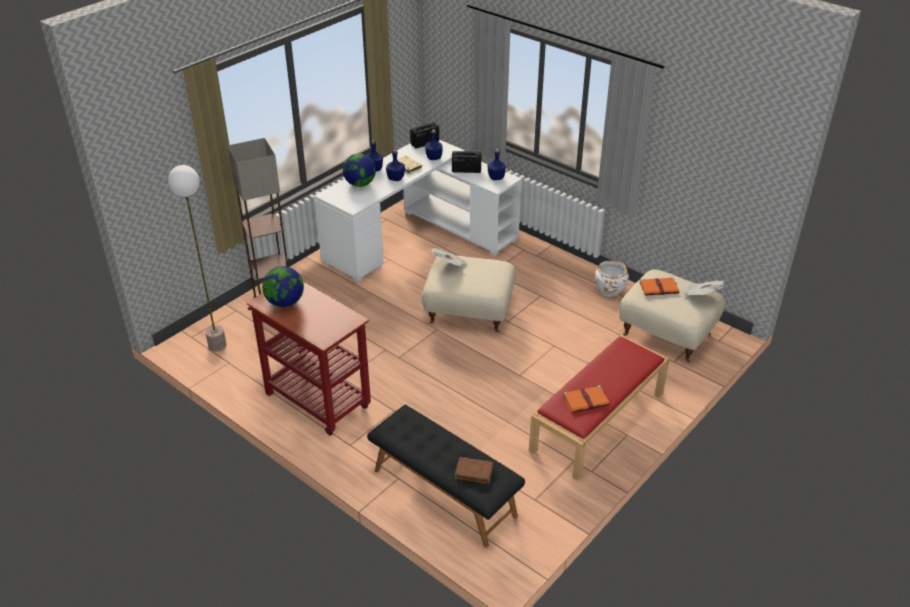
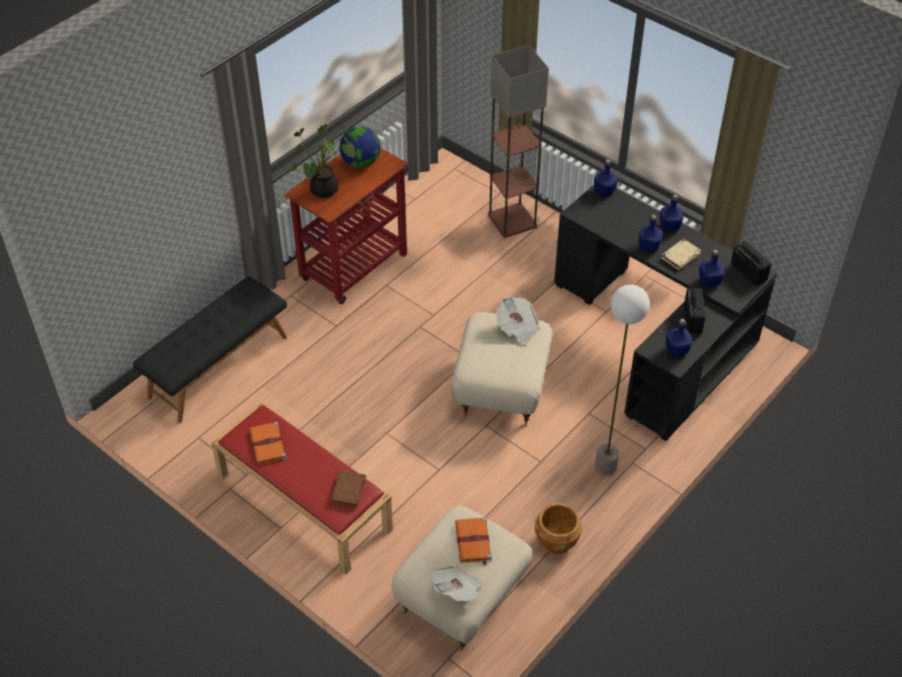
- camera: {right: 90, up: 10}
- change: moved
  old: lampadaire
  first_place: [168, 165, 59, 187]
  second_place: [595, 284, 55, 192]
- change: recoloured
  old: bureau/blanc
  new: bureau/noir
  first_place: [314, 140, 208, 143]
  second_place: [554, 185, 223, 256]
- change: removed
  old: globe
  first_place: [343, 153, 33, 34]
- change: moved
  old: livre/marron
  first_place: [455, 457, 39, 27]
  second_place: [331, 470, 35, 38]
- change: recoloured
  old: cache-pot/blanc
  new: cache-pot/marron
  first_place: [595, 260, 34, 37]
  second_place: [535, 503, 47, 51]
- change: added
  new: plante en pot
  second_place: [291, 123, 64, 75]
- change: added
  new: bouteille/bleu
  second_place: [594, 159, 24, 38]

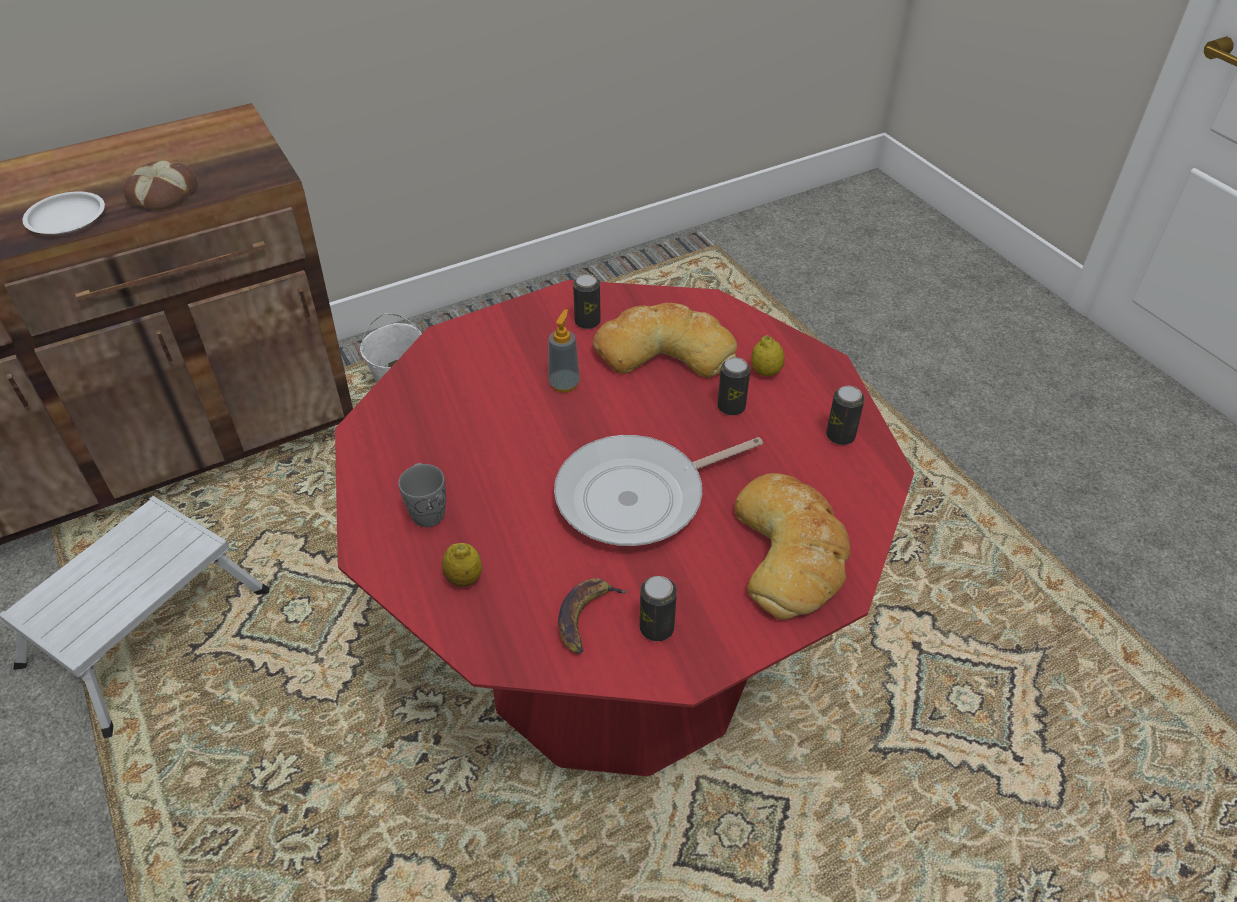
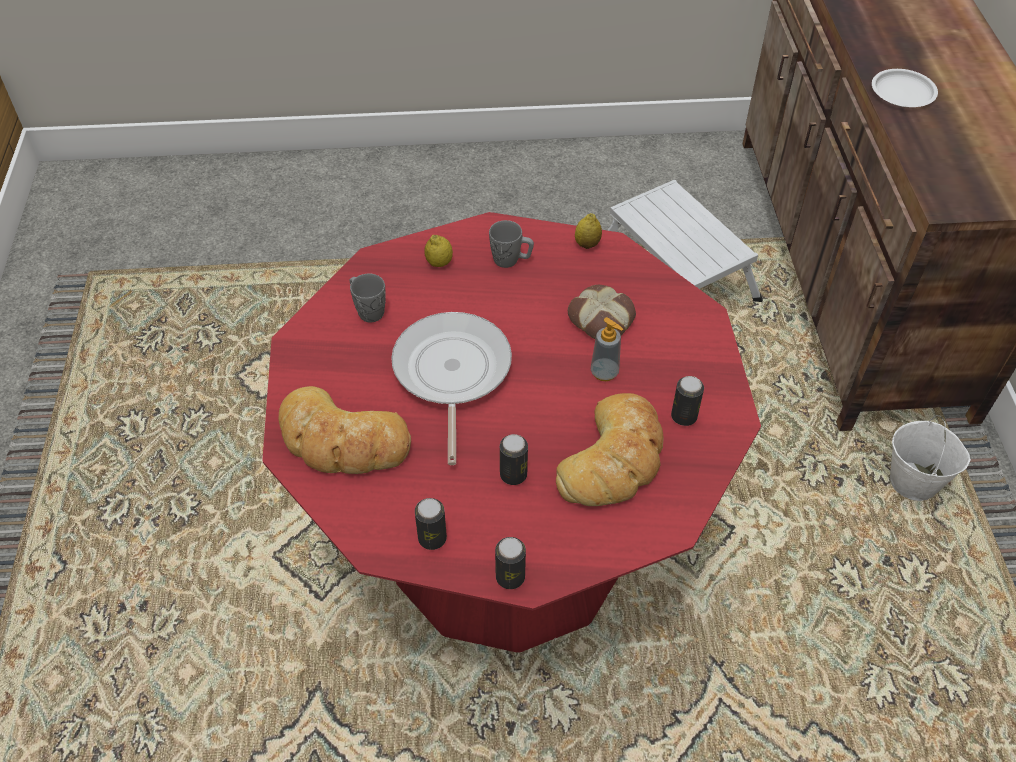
- camera: {right: 115, up: 5}
- change: moved
  old: pain
  first_place: [123, 160, 74, 50]
  second_place: [568, 285, 68, 54]
- change: replaced
  old: banane
  new: mug/gris
  first_place: [558, 578, 71, 76]
  second_place: [349, 274, 37, 49]
- change: moved
  old: boîte métallique
  first_place: [640, 576, 37, 65]
  second_place: [495, 537, 31, 52]
- change: moved
  old: citron
  first_place: [751, 335, 34, 41]
  second_place: [575, 213, 27, 36]

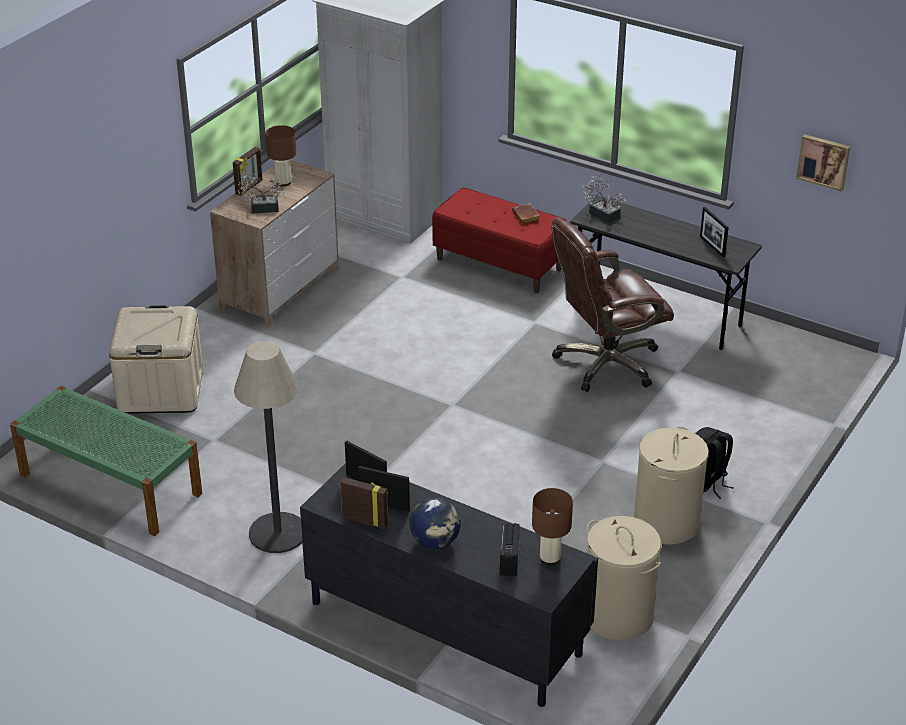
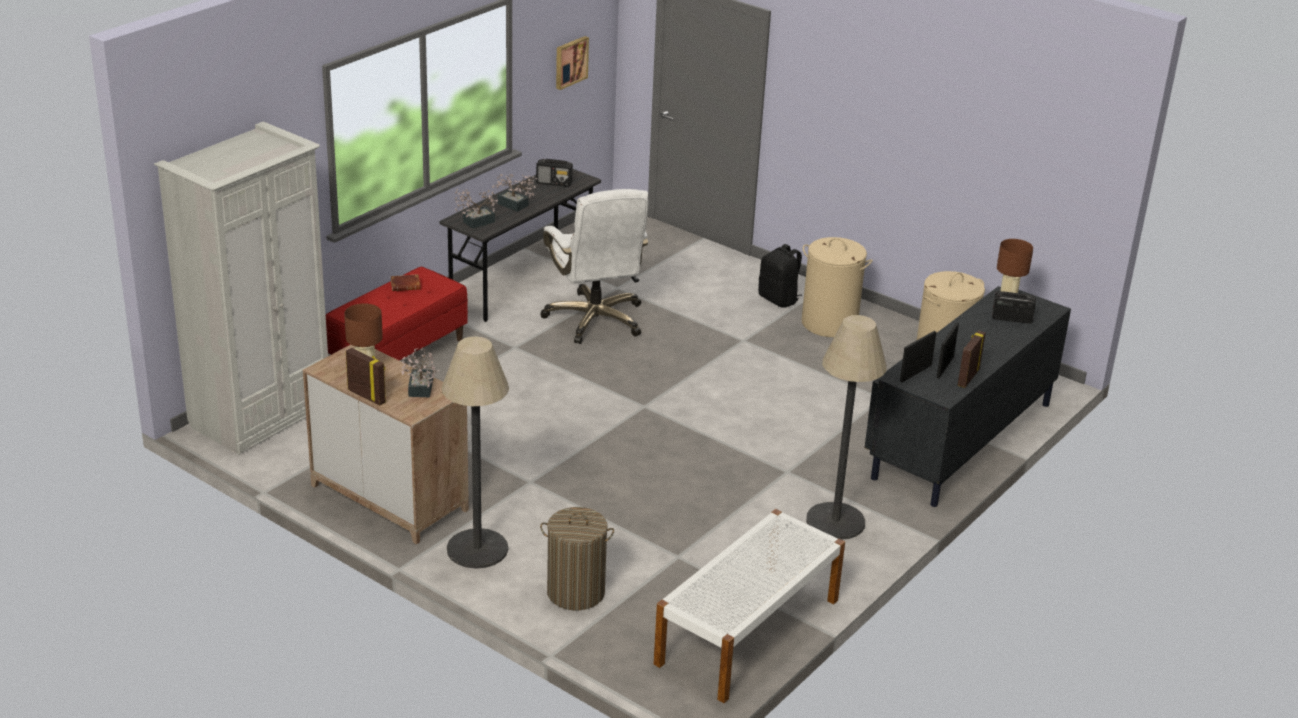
- camera: {right: -85, up: -5}
- change: recoloured
  old: banc/vert
  new: banc/blanc
  first_place: [10, 386, 192, 150]
  second_place: [653, 509, 192, 194]
- change: replaced
  old: boîte de rangement/beige
  new: panier à linge
  first_place: [109, 305, 94, 109]
  second_place: [540, 507, 74, 103]
- change: removed
  old: globe
  first_place: [409, 497, 52, 52]
- change: recoloured
  old: chaise de bureau/marron
  new: chaise de bureau/blanc
  first_place: [551, 217, 123, 175]
  second_place: [540, 189, 108, 155]
- change: replaced
  old: cadre photo
  new: radio
  first_place: [700, 207, 29, 50]
  second_place: [536, 159, 37, 28]
- change: added
  new: lampadaire
  second_place: [442, 336, 67, 233]
- change: added
  new: plante en pot
  second_place: [492, 174, 45, 38]

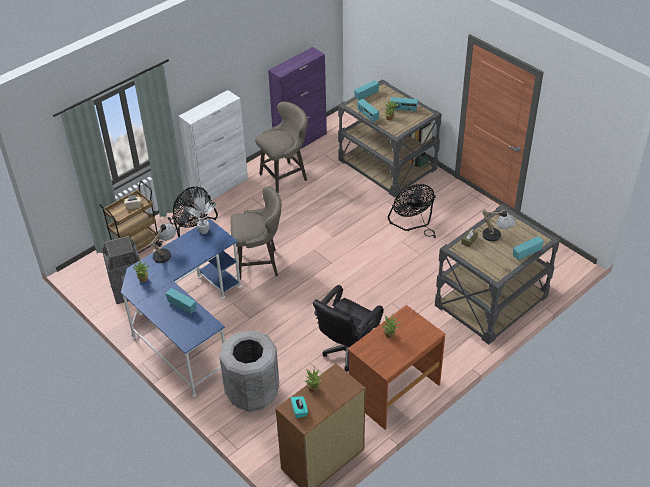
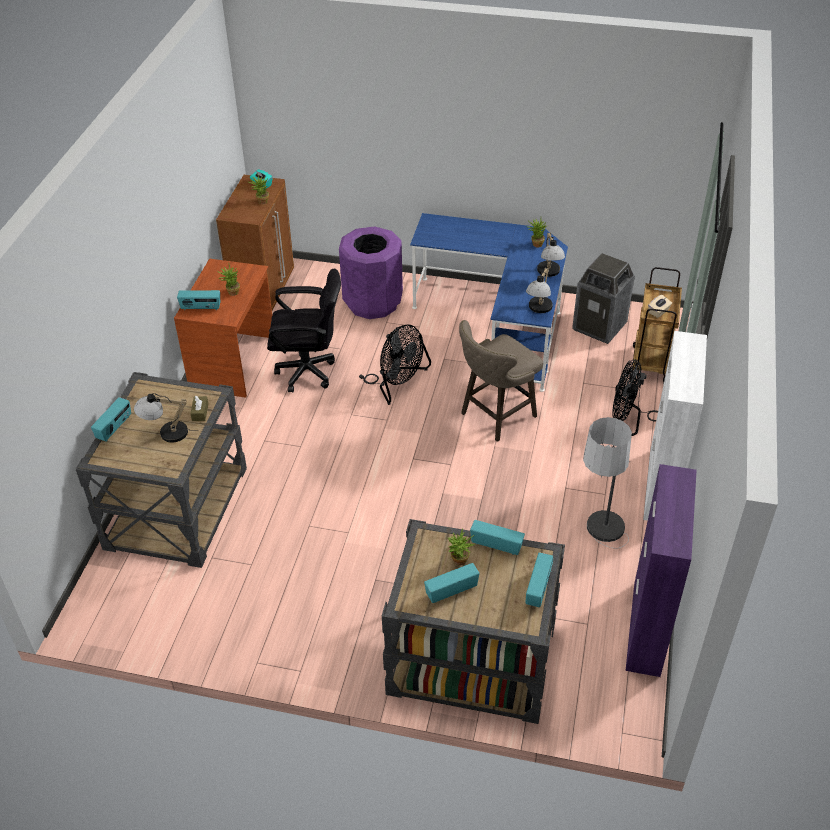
- camera: {right: 145, up: 0}
- change: moved
  old: radio
  first_place: [166, 288, 31, 26]
  second_place: [177, 290, 43, 20]
- change: replaced
  old: plante en pot
  new: lampe de table
  first_place: [183, 188, 33, 46]
  second_place: [526, 268, 27, 45]
- change: recoloured
  old: poubelle/gris
  new: poubelle/violet
  first_place: [219, 330, 60, 82]
  second_place: [339, 227, 64, 92]
- change: replaced
  old: tabouret/beige
  new: lampadaire
  first_place: [255, 101, 53, 92]
  second_place: [583, 417, 49, 132]
- change: turned
  old: chaise de bureau/noir
  first_place: [313, 285, 71, 87]
  second_place: [267, 269, 74, 124]
  degrees: 90
- change: moved
  old: ventilateur/noir
  first_place: [388, 184, 48, 54]
  second_place: [359, 324, 72, 81]

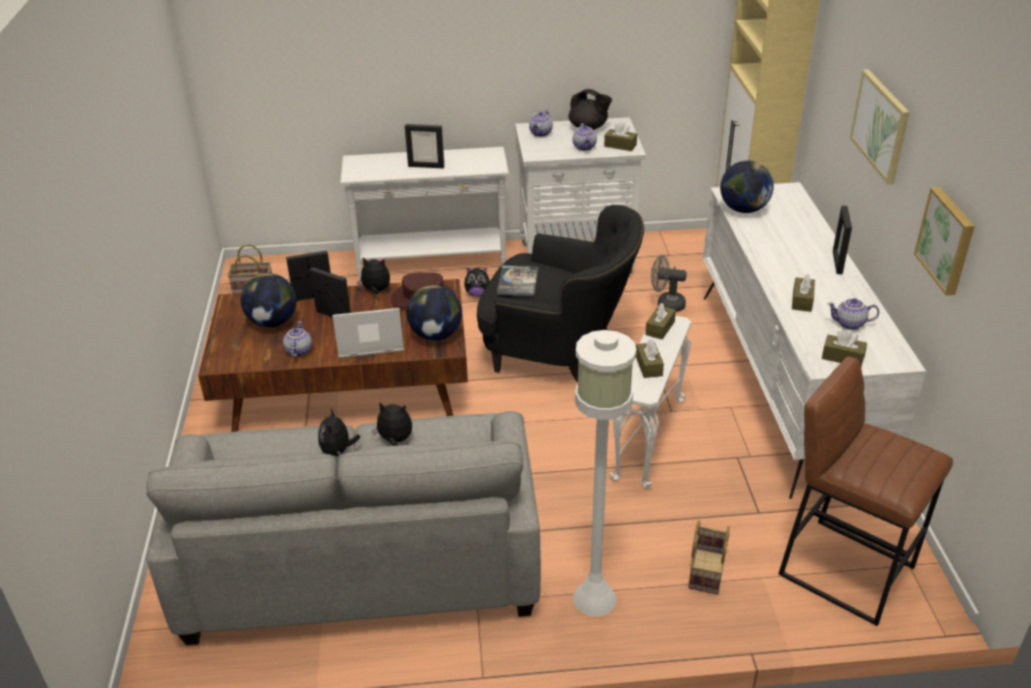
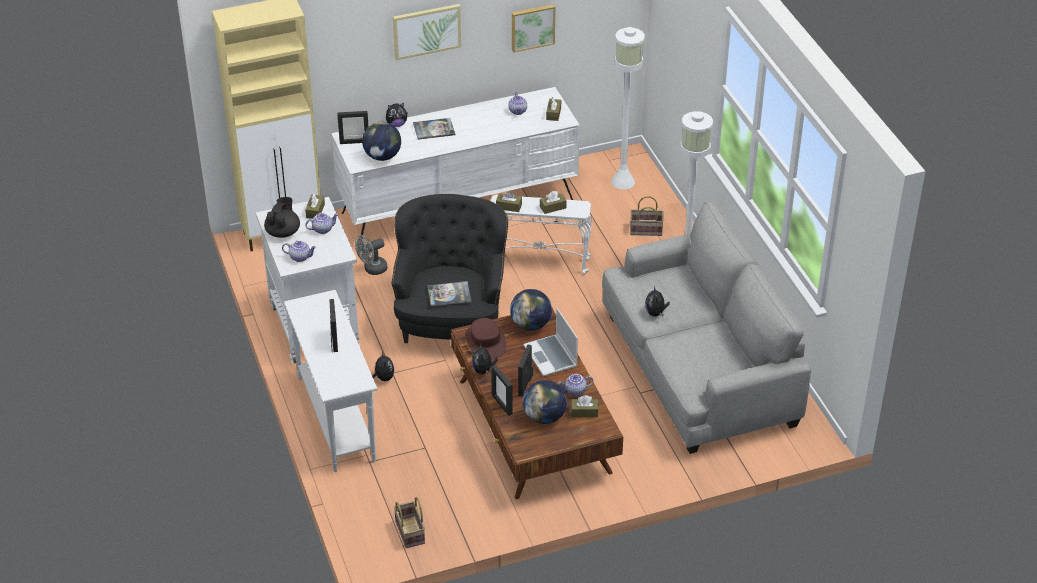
- camera: {right: -105, up: 5}
- change: moved
  old: peluche
  first_place: [318, 409, 42, 47]
  second_place: [386, 102, 22, 25]
- change: turned
  old: ventilateur/gris
  first_place: [651, 255, 36, 57]
  second_place: [355, 235, 33, 40]
  degrees: 60
- change: replaced
  old: tabouret/marron
  new: lampadaire/blanc
  first_place: [778, 356, 175, 270]
  second_place: [611, 27, 34, 163]
- change: moved
  old: boîte à mouchoirs/marron
  first_place: [792, 274, 23, 38]
  second_place: [571, 395, 27, 22]
- change: moved
  old: cadre photo
  first_place: [833, 206, 19, 68]
  second_place: [337, 111, 32, 33]
- change: added
  new: livre
  second_place: [413, 118, 42, 22]

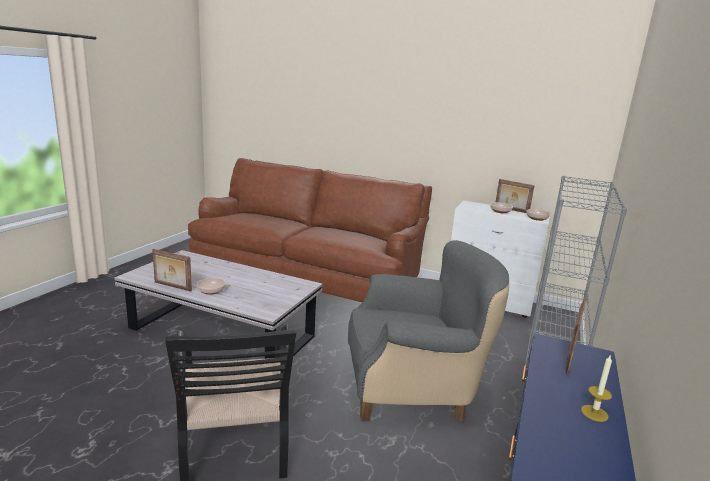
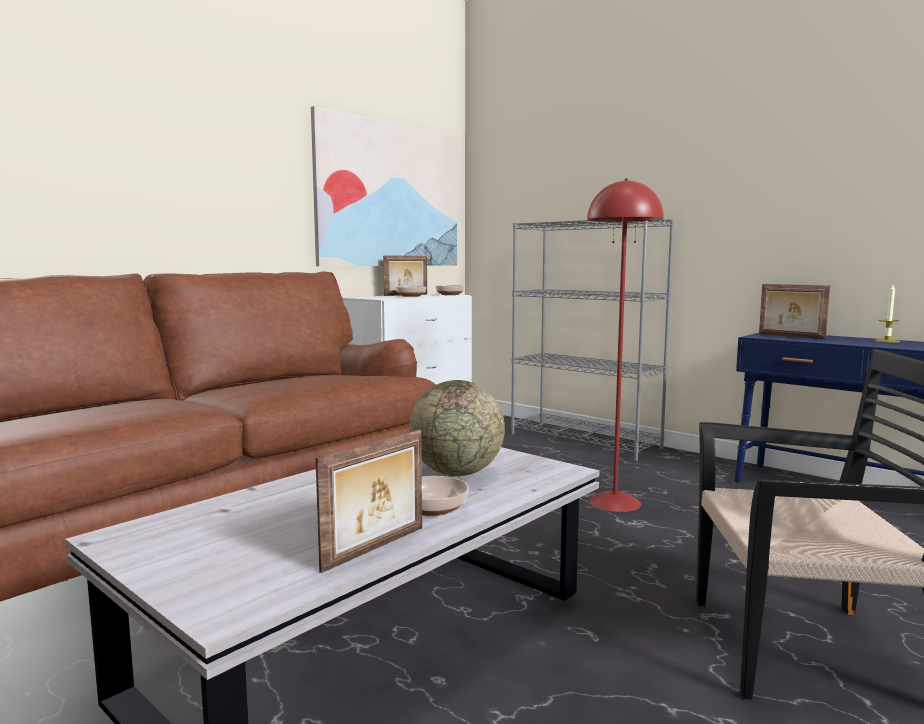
- camera: {right: -70, up: -10}
- change: replaced
  old: fauteuil/gris
  new: lampadaire/rouge
  first_place: [348, 240, 161, 182]
  second_place: [587, 179, 77, 333]
- change: added
  new: tableau
  second_place: [311, 106, 146, 160]
- change: added
  new: globe
  second_place: [410, 380, 95, 96]

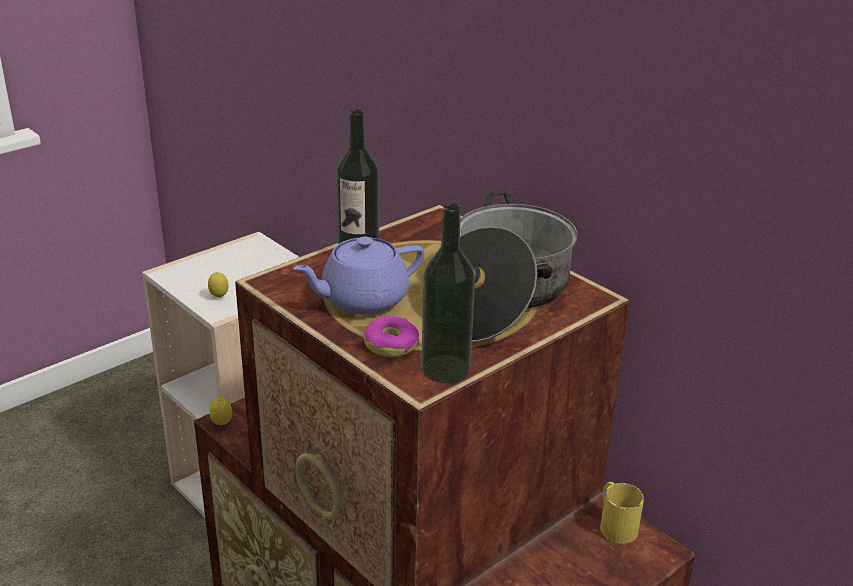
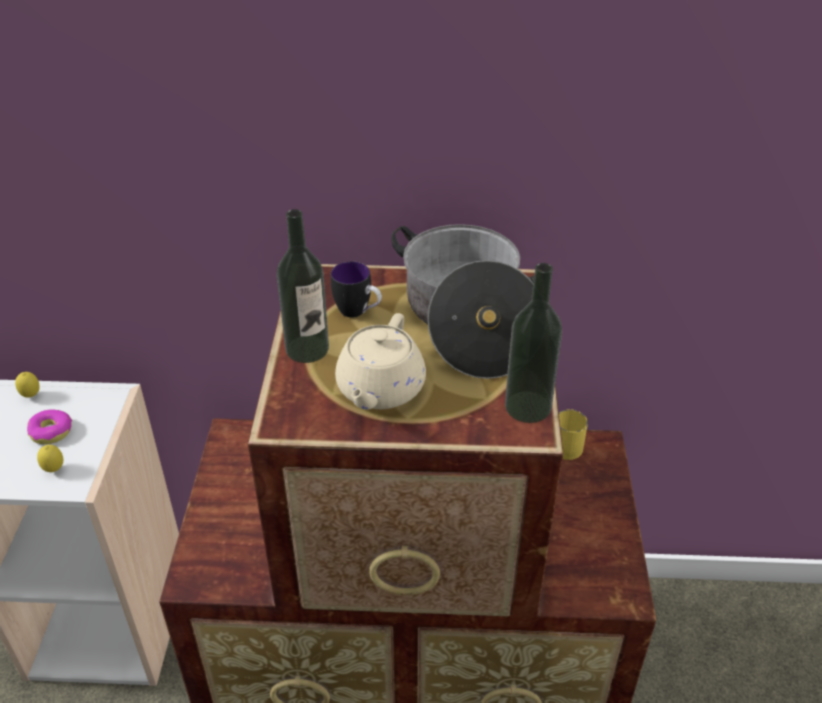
- camera: {right: -45, up: 10}
- change: moved
  old: citron
  first_place: [209, 398, 23, 27]
  second_place: [15, 372, 25, 26]
- change: recoloured
  old: théière/violet
  new: théière/beige
  first_place: [293, 237, 132, 78]
  second_place: [335, 313, 91, 97]
- change: moved
  old: beignet
  first_place: [364, 316, 55, 41]
  second_place: [27, 410, 45, 34]
- change: added
  new: mug
  second_place: [331, 261, 51, 57]

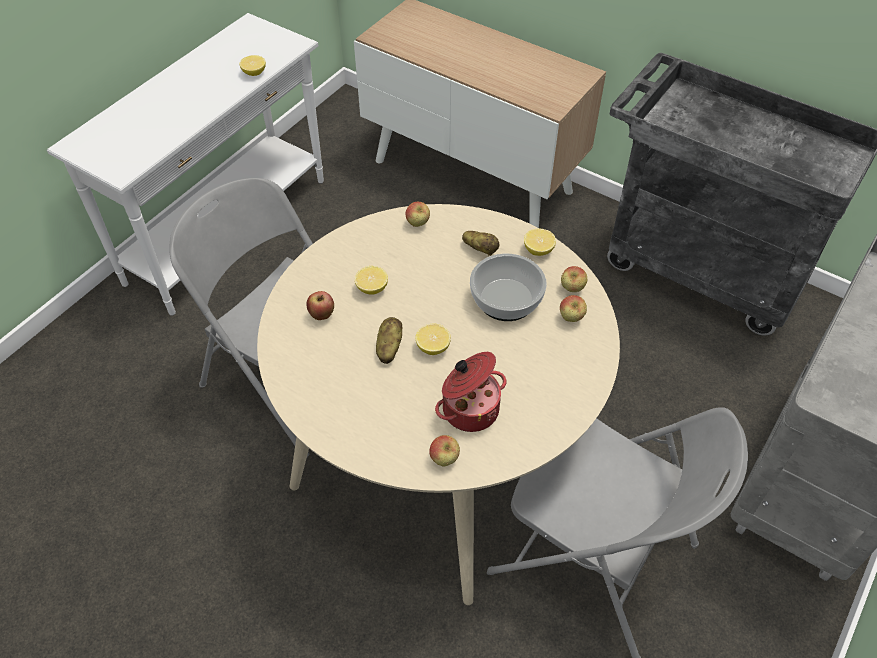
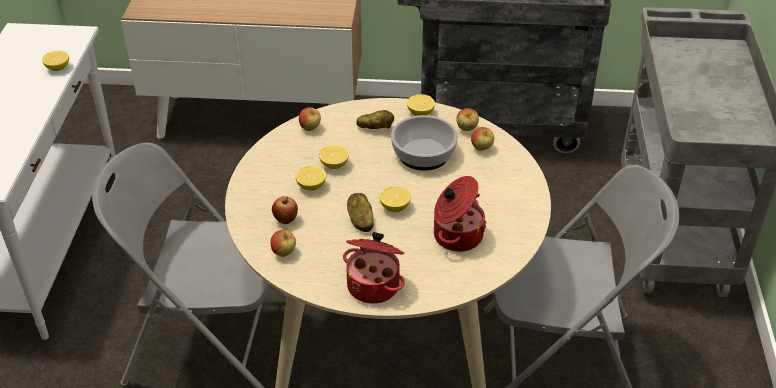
- camera: {right: -30, up: -10}
- change: moved
  old: pomme
  first_place: [429, 435, 31, 32]
  second_place: [270, 230, 26, 27]
- change: added
  new: citron
  second_place: [319, 145, 30, 24]
- change: added
  new: marmite
  second_place: [343, 232, 62, 72]

